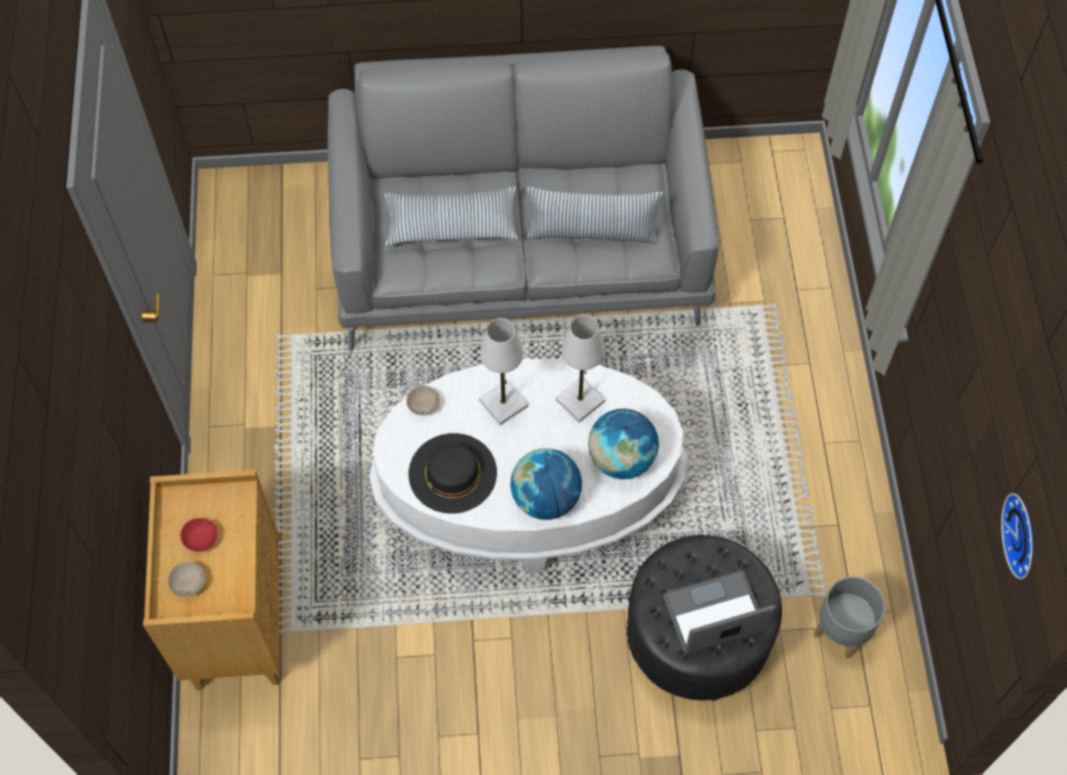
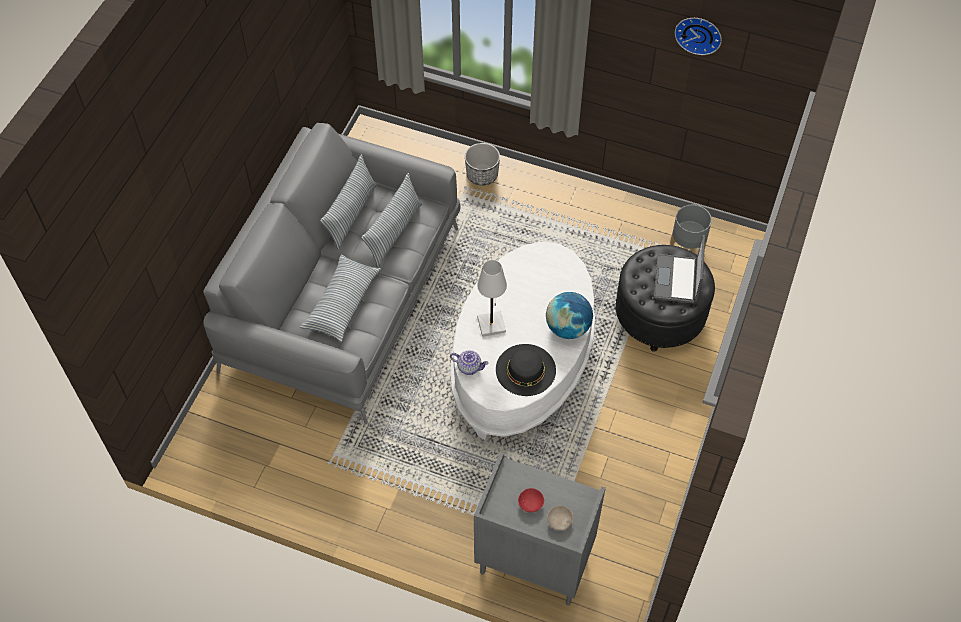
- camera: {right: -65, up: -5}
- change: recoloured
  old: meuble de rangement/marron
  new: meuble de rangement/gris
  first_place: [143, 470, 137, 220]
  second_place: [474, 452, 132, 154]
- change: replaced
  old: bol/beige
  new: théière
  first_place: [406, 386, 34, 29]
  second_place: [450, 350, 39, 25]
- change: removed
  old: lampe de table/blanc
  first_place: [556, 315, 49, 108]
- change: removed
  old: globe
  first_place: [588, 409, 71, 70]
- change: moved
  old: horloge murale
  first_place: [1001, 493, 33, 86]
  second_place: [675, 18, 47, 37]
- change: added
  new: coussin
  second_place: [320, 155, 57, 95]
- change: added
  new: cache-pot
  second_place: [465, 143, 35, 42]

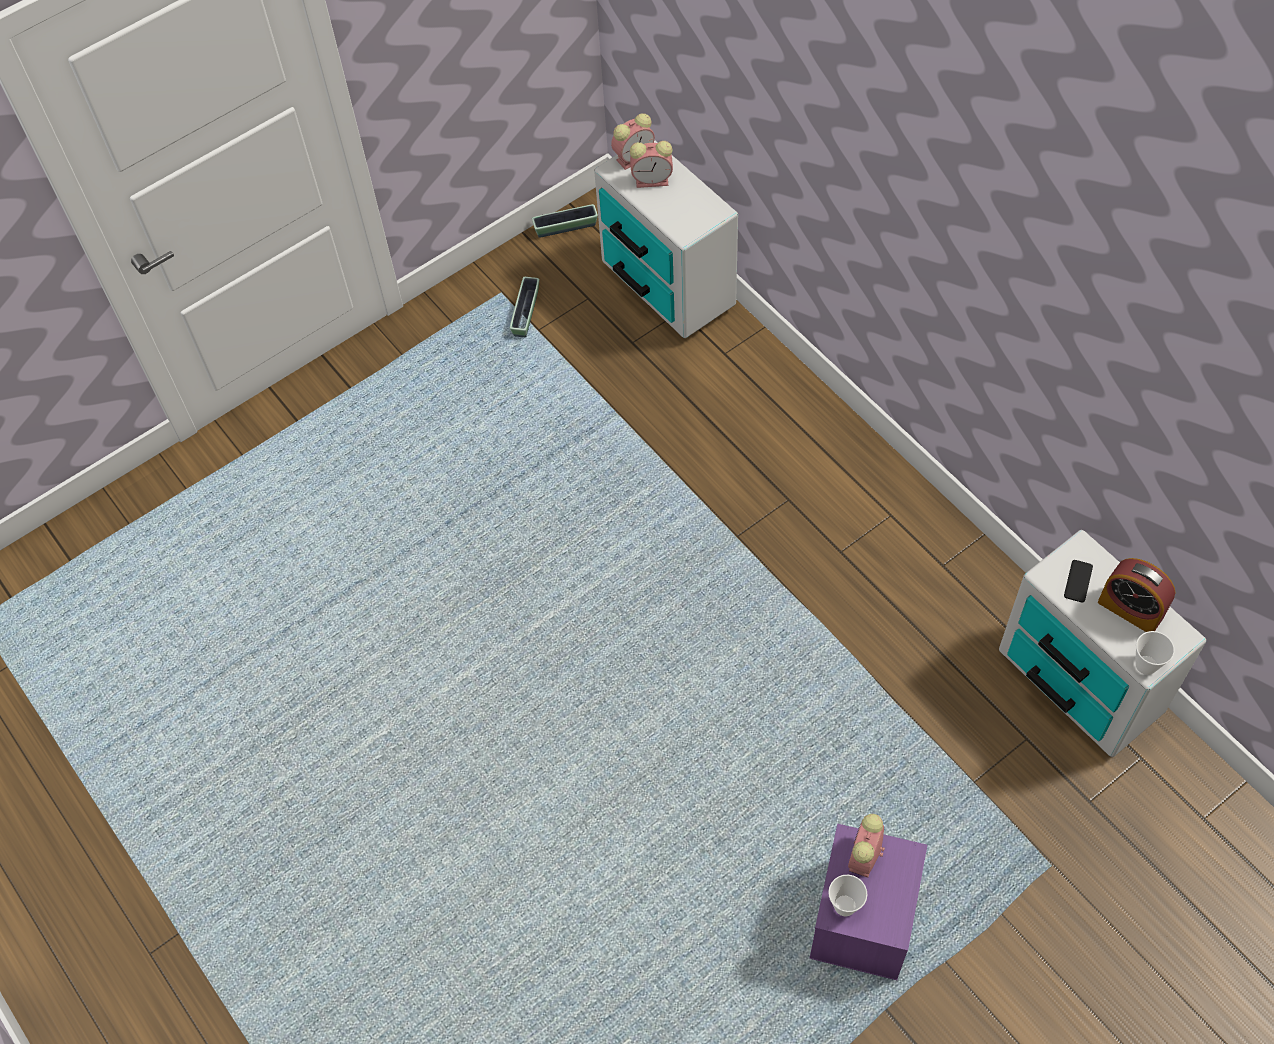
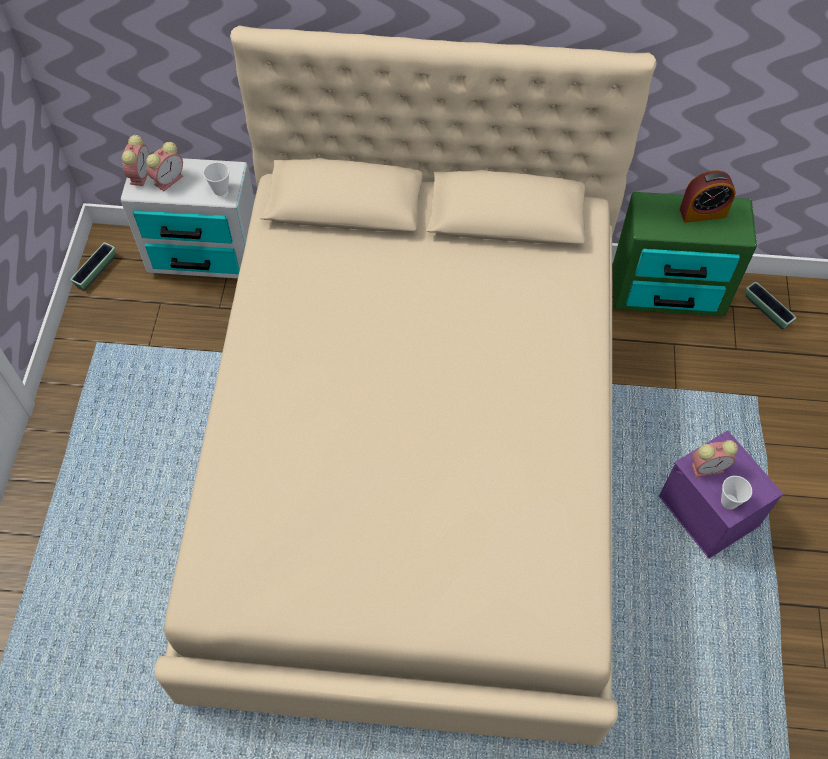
- camera: {right: -50, up: 0}
- change: moved
  old: cache-pot
  first_place: [510, 277, 29, 60]
  second_place: [746, 282, 50, 47]
- change: turned
  old: réveil
  first_place: [848, 814, 37, 64]
  second_place: [691, 440, 47, 37]
  degrees: -75
- change: recoloured
  old: table de chevet/blanc
  new: table de chevet/vert
  first_place: [999, 530, 207, 227]
  second_place: [612, 192, 145, 124]
- change: removed
  old: téléphone
  first_place: [1064, 560, 29, 43]
- change: moved
  old: tasse
  first_place: [1135, 631, 40, 44]
  second_place: [203, 162, 27, 34]
- change: added
  new: lit/beige
  second_place: [154, 25, 503, 721]

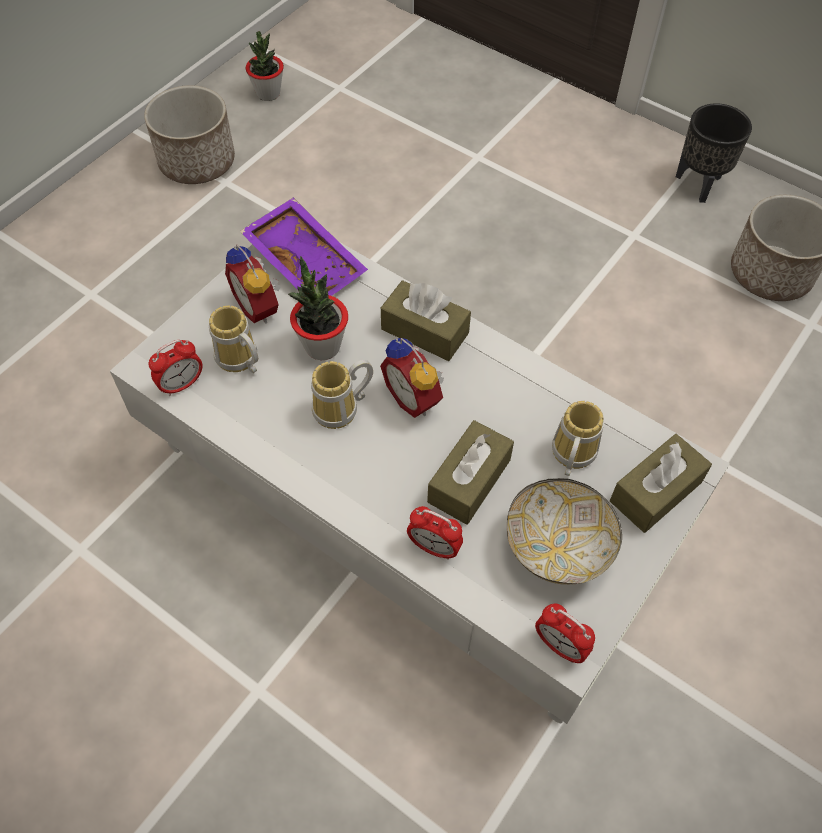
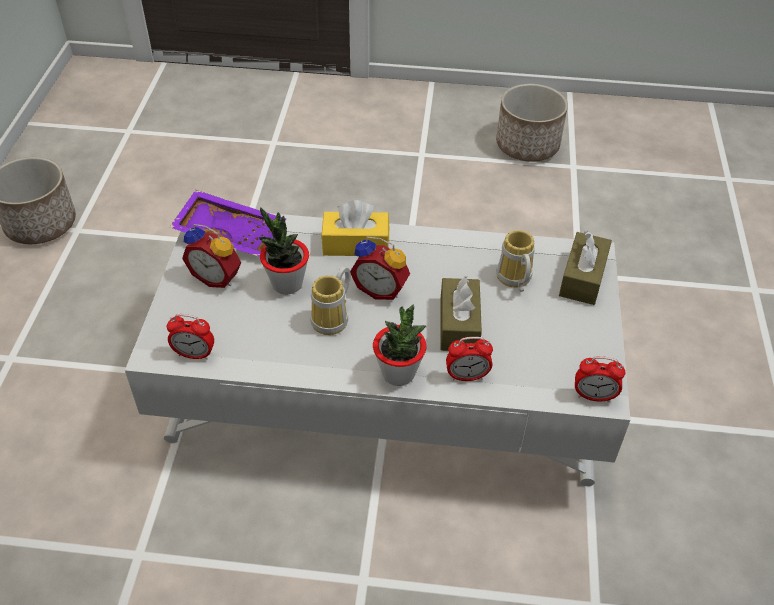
- camera: {right: -30, up: -10}
- change: turned
  old: réveil
  first_place: [149, 340, 54, 56]
  second_place: [167, 314, 47, 46]
  degrees: 75
- change: removed
  old: mug
  first_place: [209, 305, 49, 68]
- change: moved
  old: plante en pot
  first_place: [246, 31, 38, 70]
  second_place: [373, 304, 54, 82]
- change: recoloured
  old: boîte à mouchoirs/marron
  new: boîte à mouchoirs/jaune
  first_place: [381, 280, 90, 81]
  second_place: [321, 200, 68, 56]
- change: removed
  old: bol
  first_place: [507, 478, 115, 107]
- change: removed
  old: cache-pot/noir
  first_place: [676, 103, 76, 100]

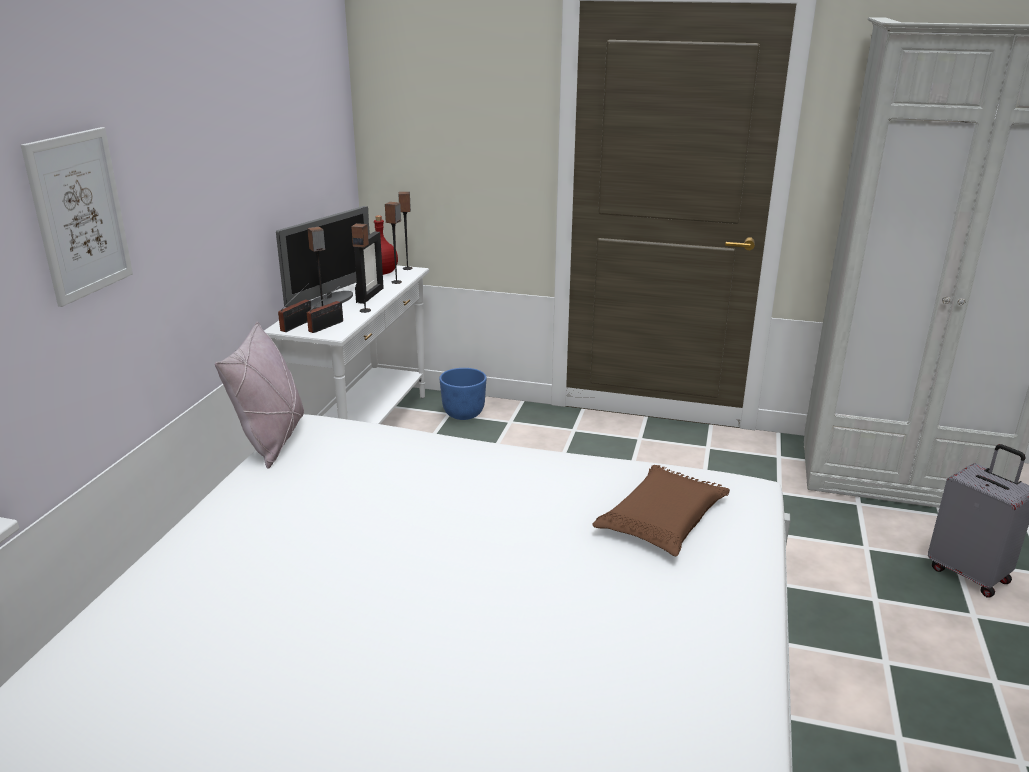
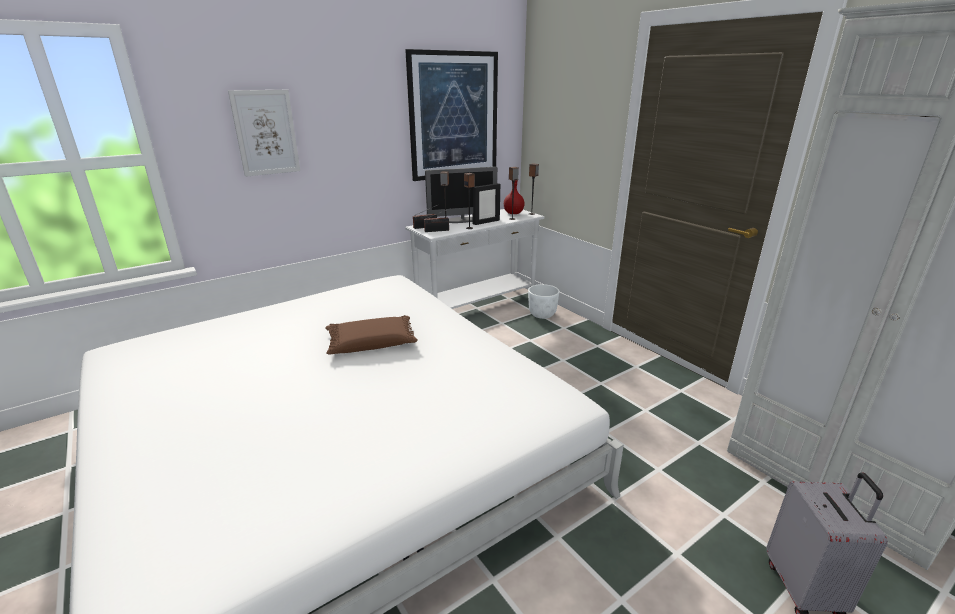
- camera: {right: 40, up: 0}
- change: removed
  old: coussin/violet
  first_place: [215, 321, 89, 148]
- change: recoloured
  old: cache-pot/bleu
  new: cache-pot/blanc
  first_place: [439, 368, 48, 52]
  second_place: [528, 284, 32, 35]
- change: moved
  old: coussin/marron
  first_place: [592, 465, 138, 91]
  second_place: [325, 315, 93, 39]
- change: added
  new: tableau
  second_place: [405, 49, 93, 132]

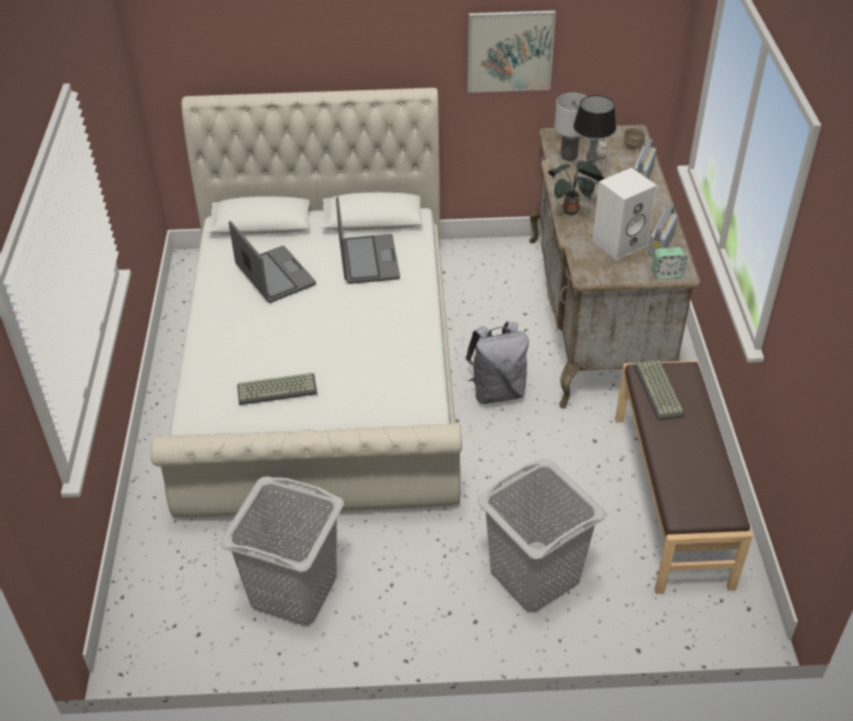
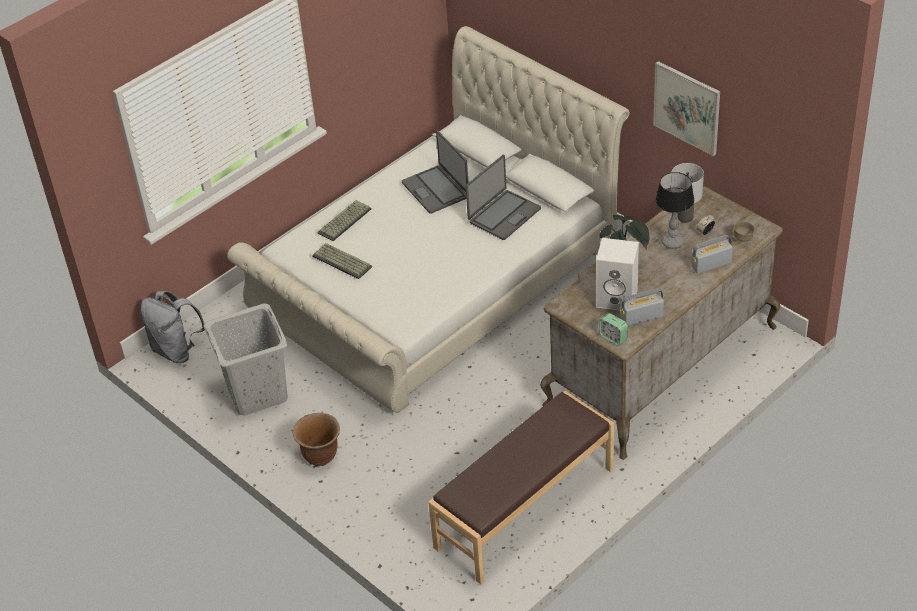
- camera: {right: 50, up: 0}
- change: turned
  old: ordinateur portable
  first_place: [229, 221, 87, 82]
  second_place: [402, 130, 67, 84]
  degrees: 135
- change: moved
  old: sac à dos/gris
  first_place: [465, 321, 64, 83]
  second_place: [140, 291, 65, 72]
- change: removed
  old: panier à linge/gris
  first_place: [477, 459, 129, 153]
- change: moved
  old: clavier
  first_place: [634, 360, 51, 60]
  second_place: [317, 200, 54, 41]
- change: added
  new: cache-pot/marron
  second_place: [293, 413, 47, 53]

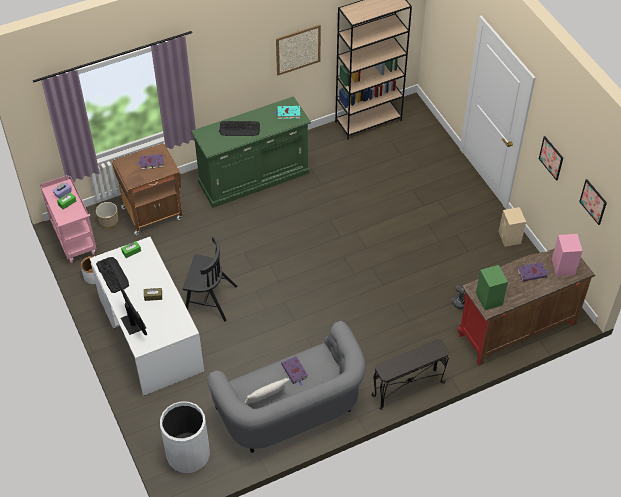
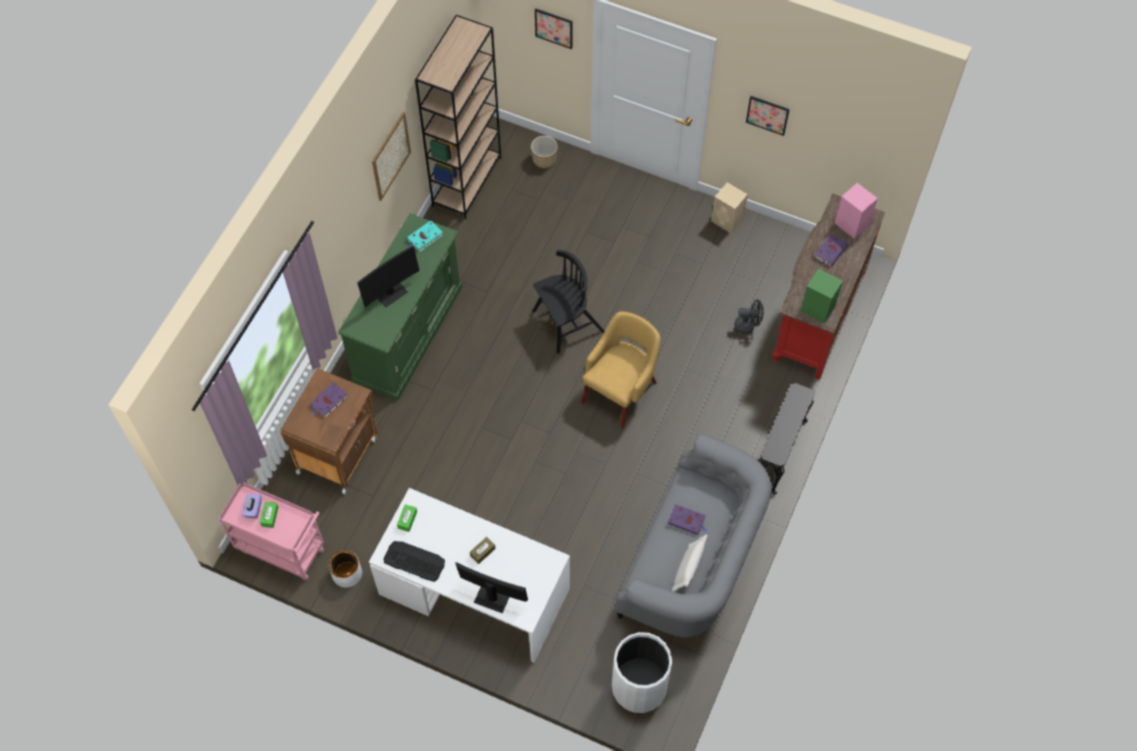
- camera: {right: -40, up: 10}
- change: moved
  old: cache-pot
  first_place: [96, 202, 22, 26]
  second_place: [531, 136, 27, 32]
- change: moved
  old: chaise/noir
  first_place: [182, 237, 56, 85]
  second_place: [532, 250, 73, 104]
- change: replaced
  old: clavier
  new: écran d'ordinateur
  first_place: [219, 121, 41, 15]
  second_place: [357, 246, 63, 62]
- change: moved
  old: tableau
  first_place: [579, 179, 28, 46]
  second_place: [535, 8, 38, 41]
- change: added
  new: fauteuil/jaune
  second_place: [581, 312, 80, 117]

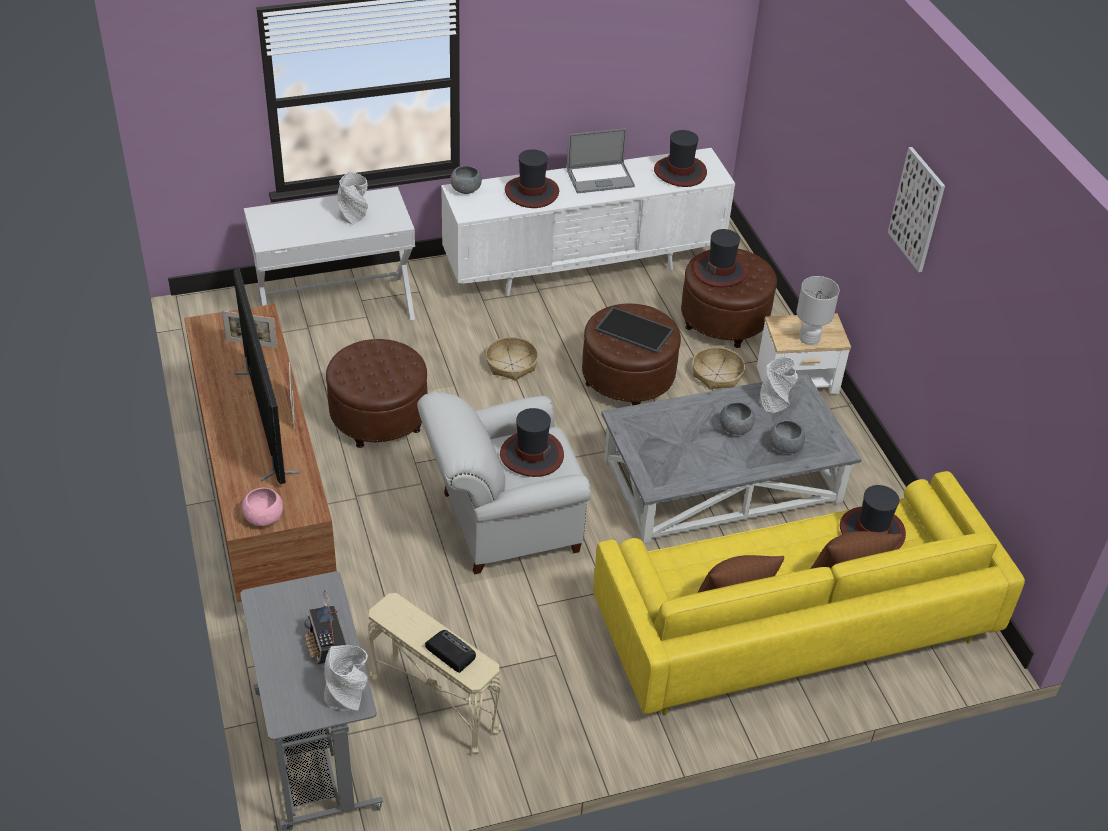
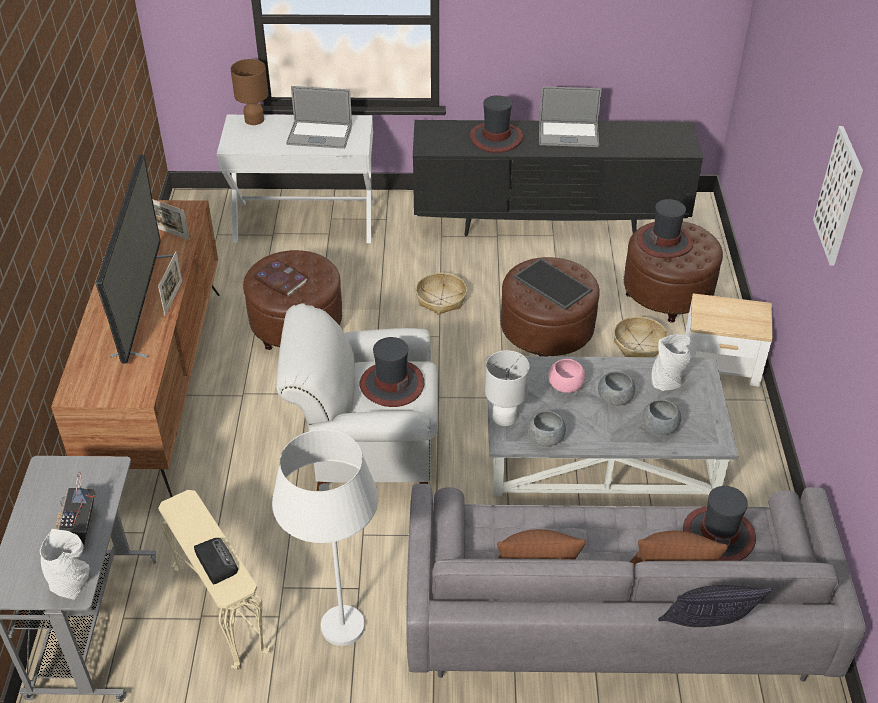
- camera: {right: 20, up: 0}
- change: moved
  old: bol/rose
  first_place: [242, 488, 41, 38]
  second_place: [548, 359, 37, 34]
- change: replaced
  old: vase/gris
  new: ordinateur portable
  first_place: [338, 171, 30, 54]
  second_place: [286, 86, 66, 63]
- change: recoloured
  old: meuble de rangement/blanc
  new: meuble de rangement/noir
  first_place: [441, 148, 294, 148]
  second_place: [413, 120, 290, 117]
- change: moved
  old: bol/gris
  first_place: [450, 166, 32, 28]
  second_place: [528, 411, 38, 36]
- change: recoloured
  old: canapé/jaune
  new: canapé/gris
  first_place: [593, 471, 432, 245]
  second_place: [406, 484, 460, 198]
- change: removed
  old: chapeau
  first_place: [654, 130, 53, 57]
- change: moved
  old: lampe de table/gris
  first_place: [796, 276, 43, 69]
  second_place: [485, 350, 44, 76]
- change: added
  new: lampe de table/marron
  second_place: [231, 59, 37, 66]
- change: added
  new: livre
  second_place: [253, 260, 55, 37]
- change: added
  new: lampadaire/blanc
  second_place: [272, 429, 106, 217]
- change: added
  new: coussin
  second_place: [658, 585, 114, 42]

